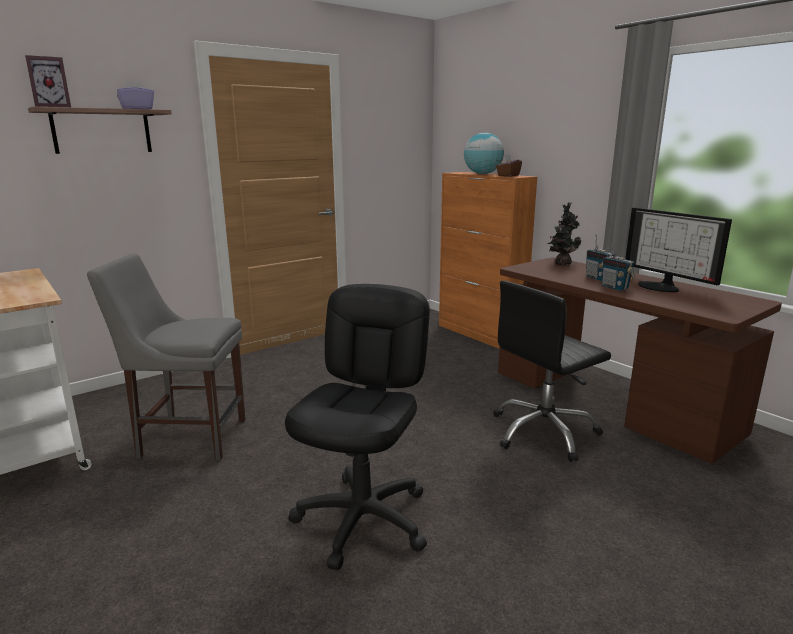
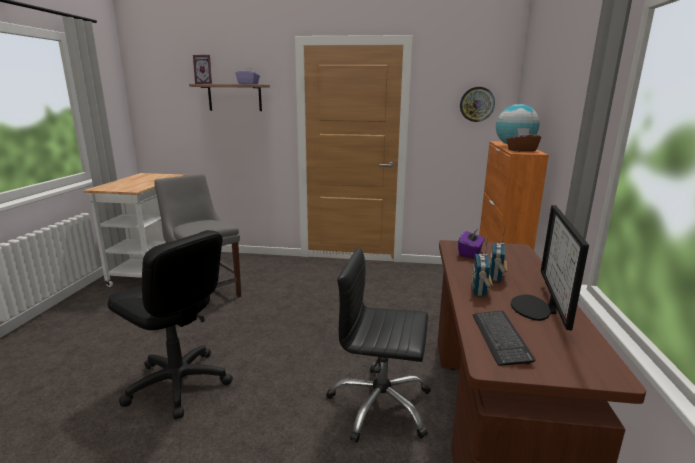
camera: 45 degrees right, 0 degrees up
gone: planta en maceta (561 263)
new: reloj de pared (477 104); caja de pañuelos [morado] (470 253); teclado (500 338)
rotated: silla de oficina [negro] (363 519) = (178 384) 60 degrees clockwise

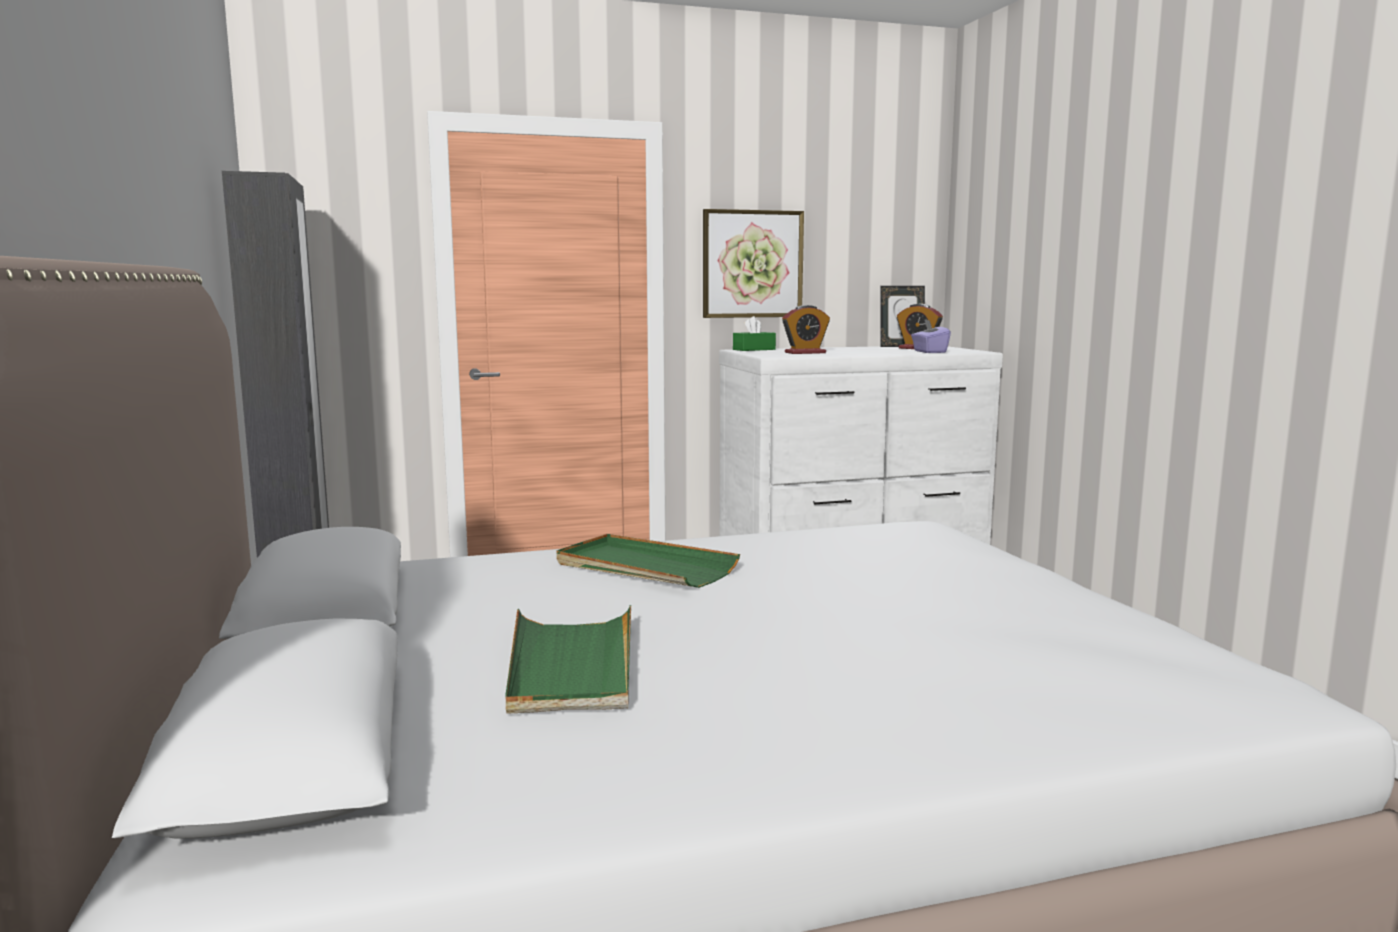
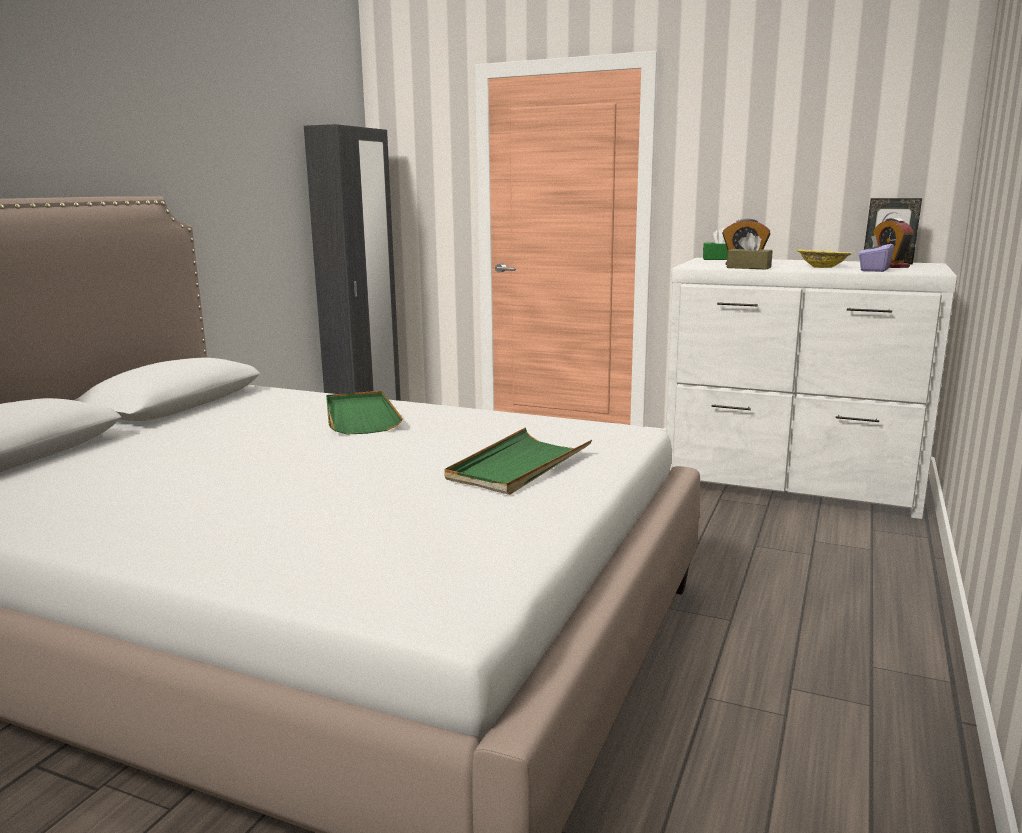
camera: 40 degrees right, 5 degrees up
gone: cuadro (752 264)
new: caja de pañuelos [marrón] (748 267); cuenco [amarillo] (822 267)
shifted: bandeja [verde] (571 665) to (518 466)

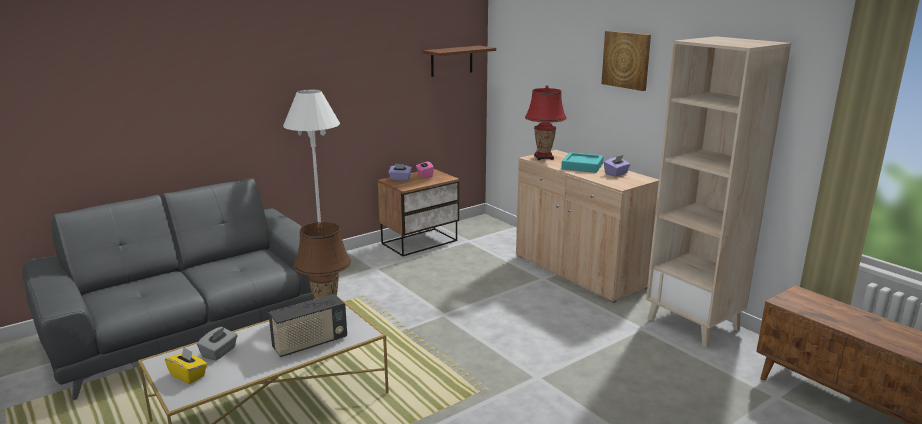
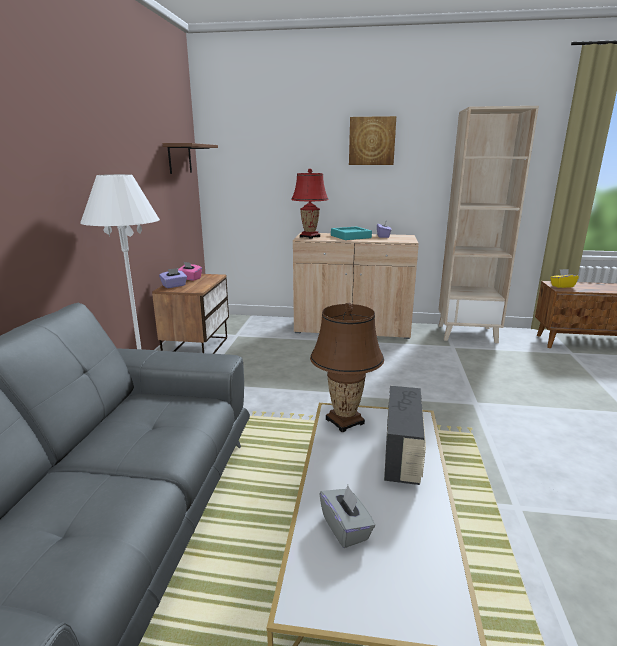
camera: 45 degrees left, 0 degrees up
shifted: caja de pañuelos [amarillo] (188 375) to (562 286)

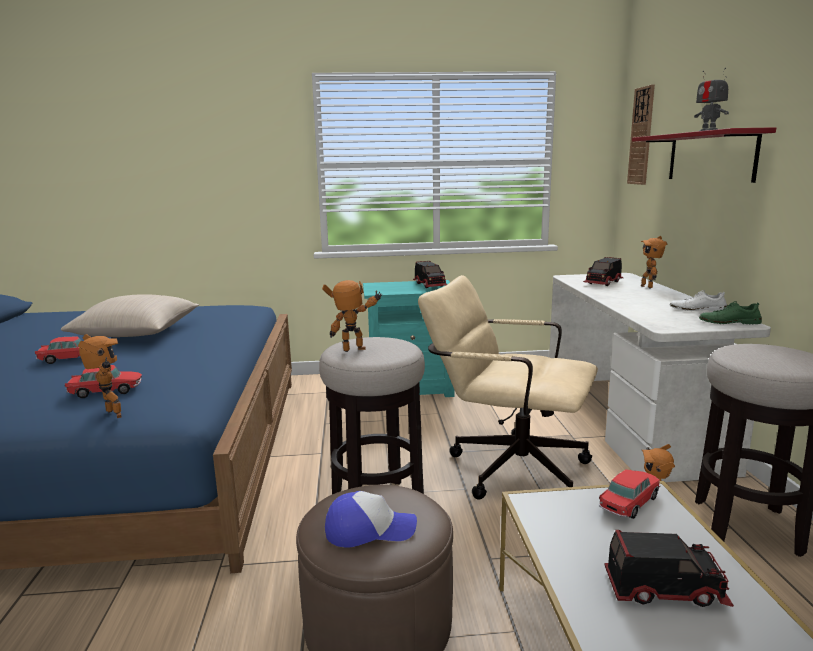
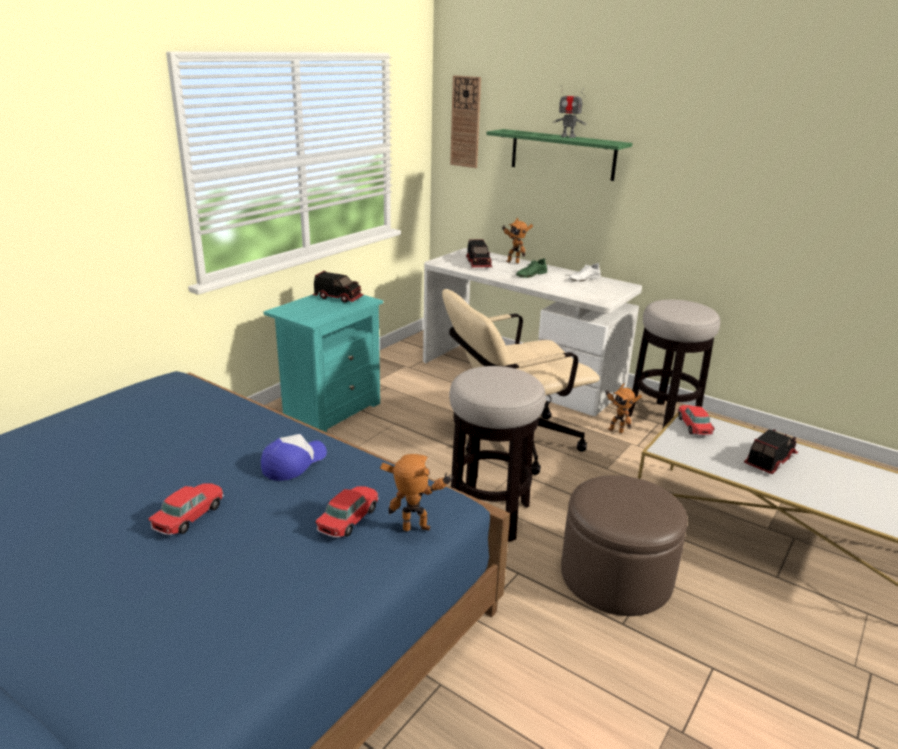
camera: 50 degrees left, 10 degrees up
gone: robot de juguete (355 351); cojín [beis] (137 333)
shifted: zapato [verde] (729 322) to (531 274); gorra (369 530) to (294 463)
repainted: estante [rojo] (710 156) to estante [verde] (562 154)

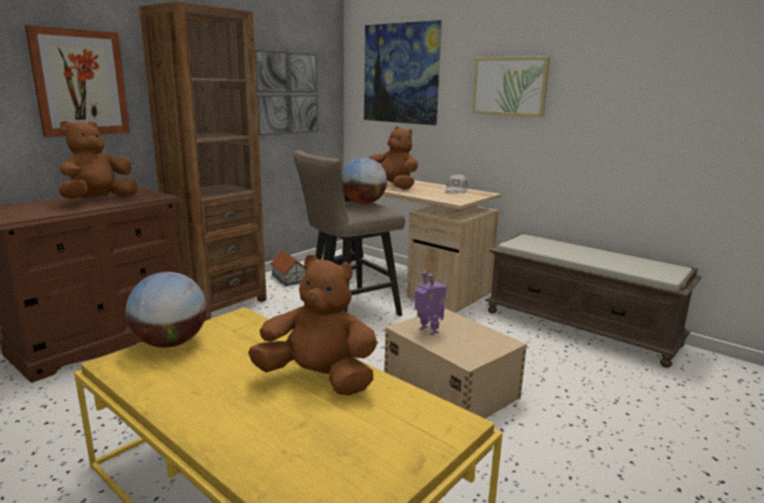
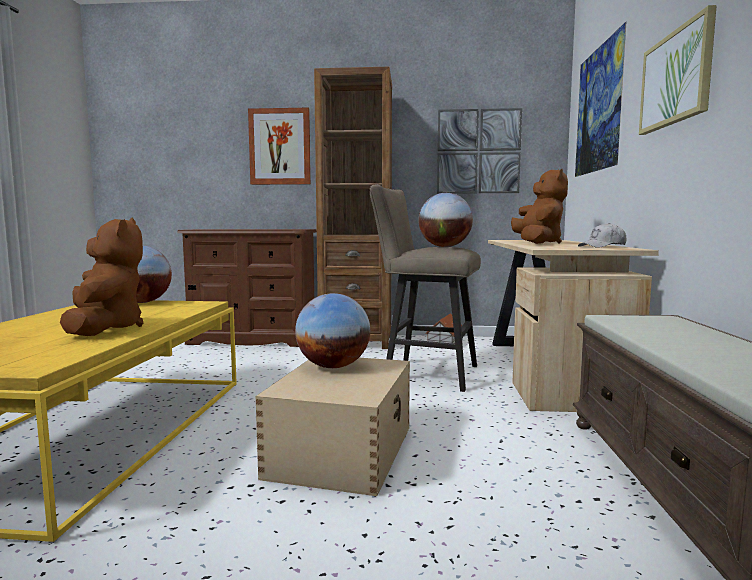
camera: 55 degrees right, 10 degrees down
gone: peluche [marrón] (99 200)
swapped: robot de juguete (428 331) to globo terráqueo (333 366)

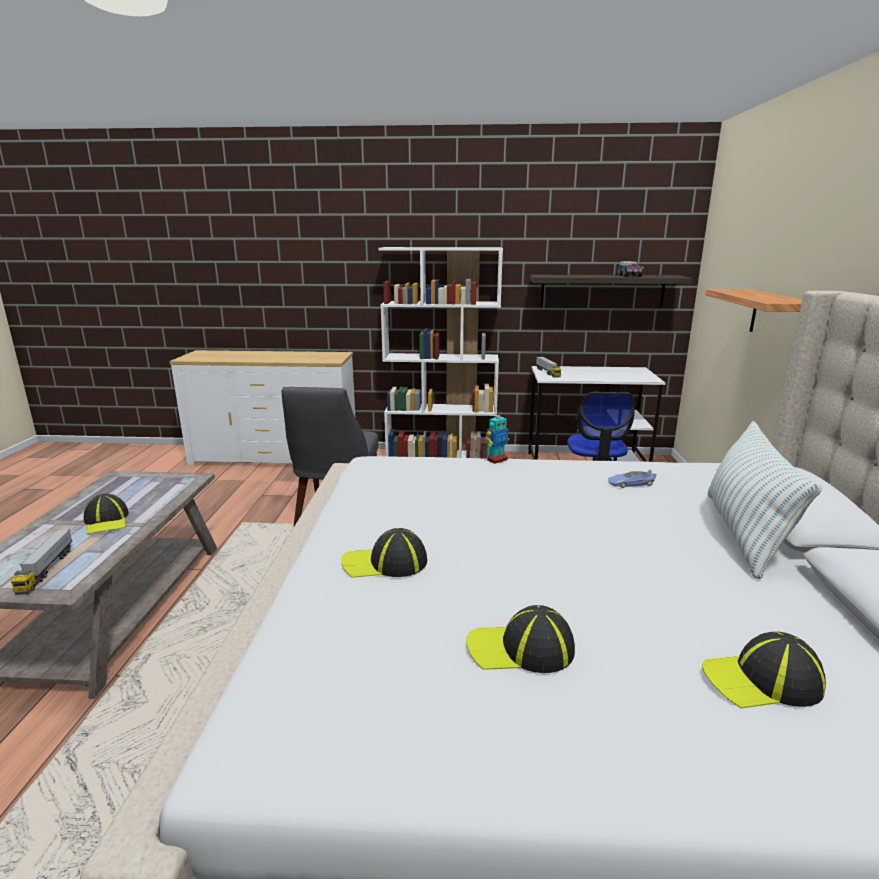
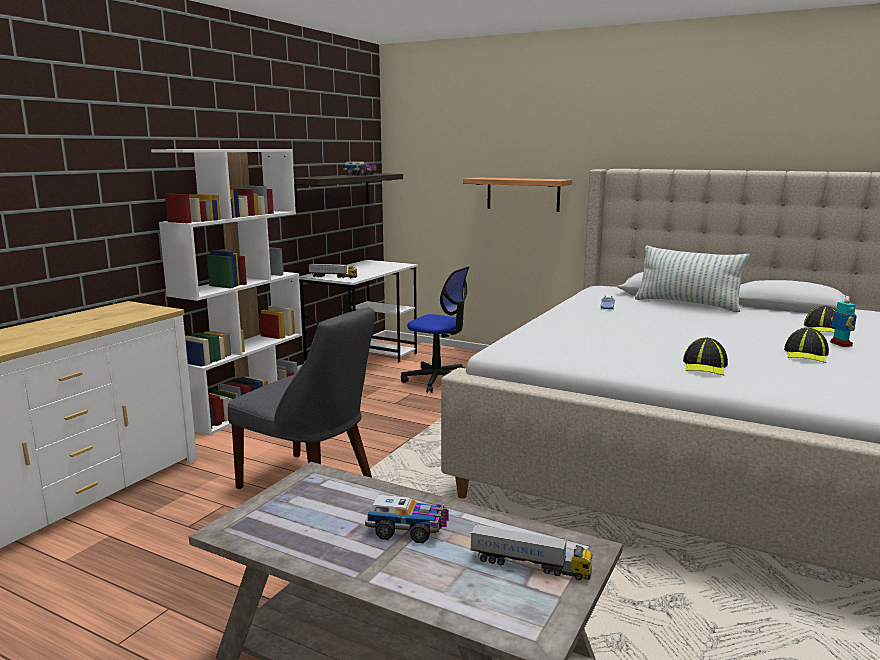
camera: 65 degrees left, 5 degrees down
shifted: robot de juguete (497 460) to (840 344)
swapped: gorra (107 521) to camión de juguete (408 530)

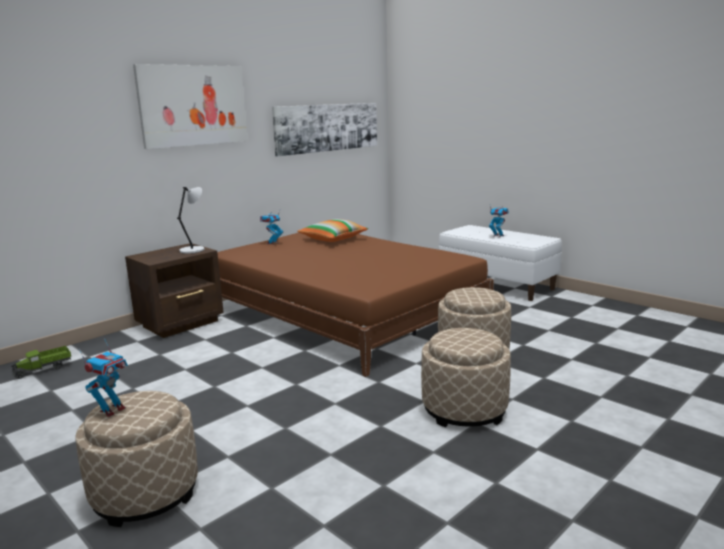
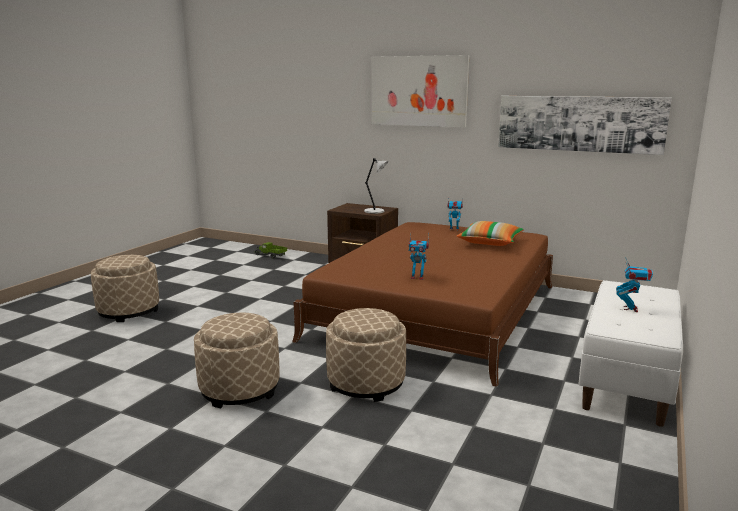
camera: 70 degrees right, 0 degrees up
shifted: robot de juguete (112 410) to (417 277)

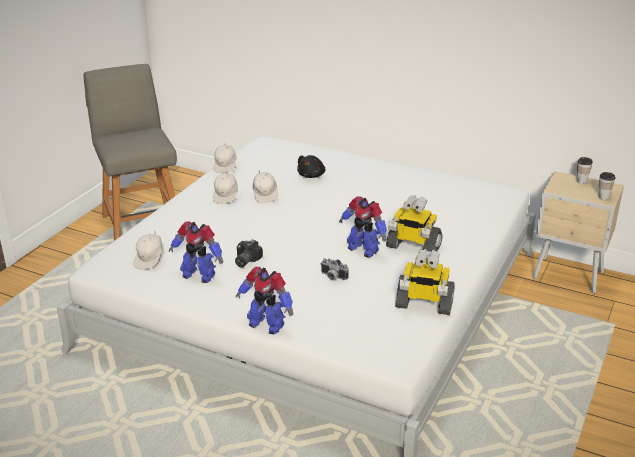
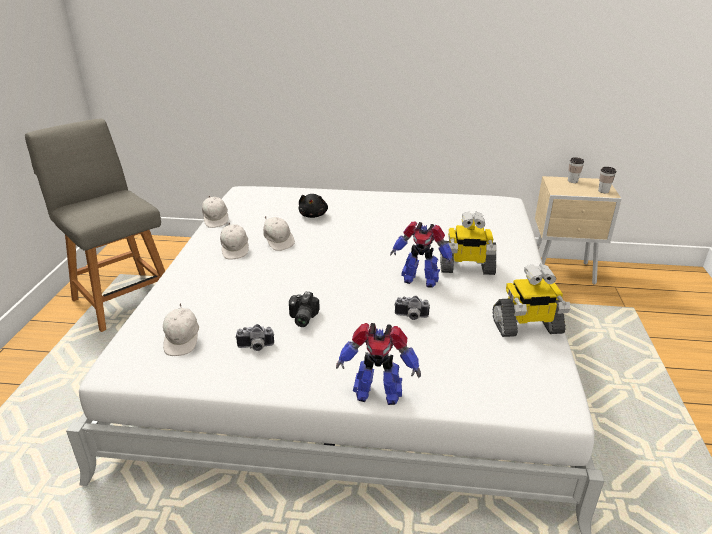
camera: 20 degrees left, 0 degrees up
swapped: robot de juguete (198 275) to cámara (255 347)

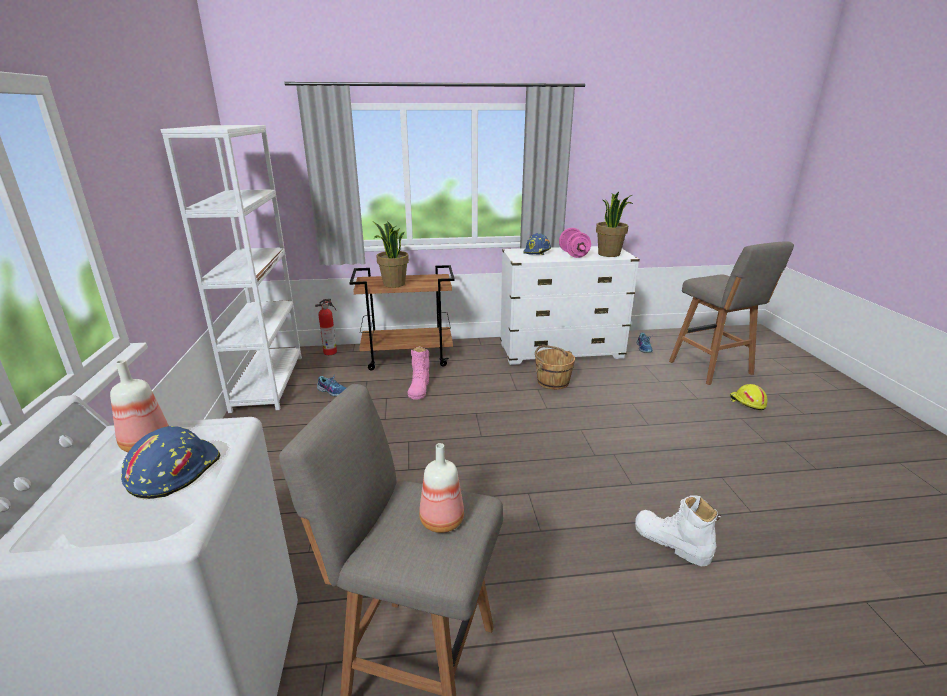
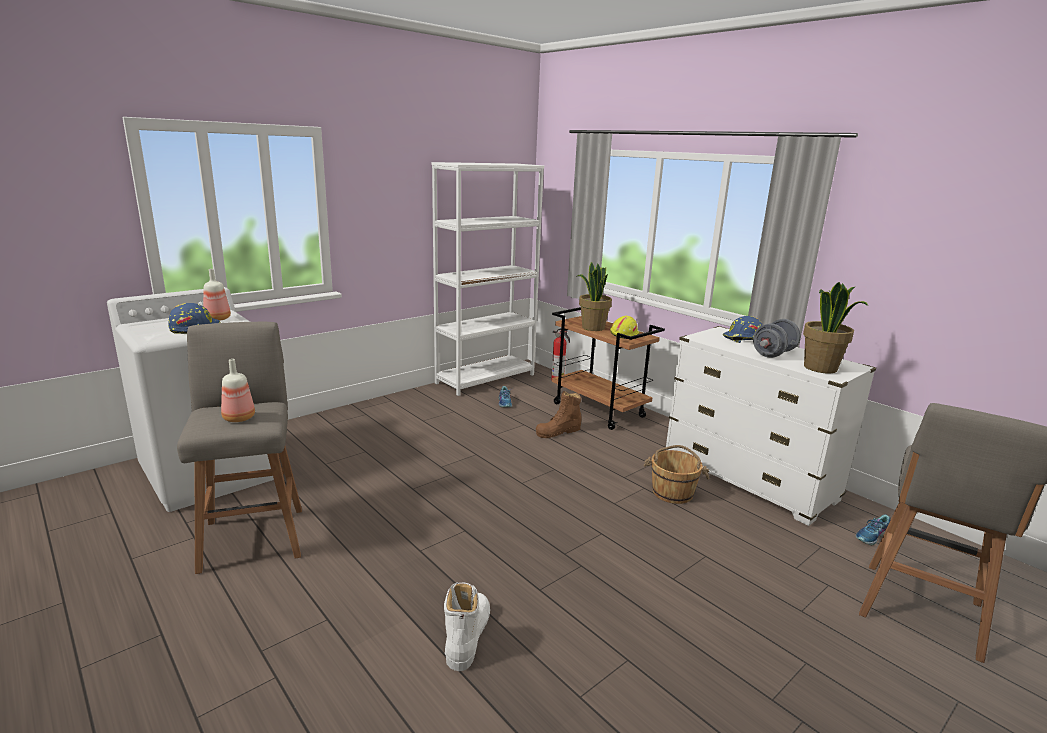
camera: 55 degrees right, 5 degrees down
shifted: casco [amarillo] (747 403) to (624 334)
repainted: mancuerna [rosa] (573 254) to mancuerna [gris] (773 353); bota [rosa] (419 387) to bota [marrón] (558 431)

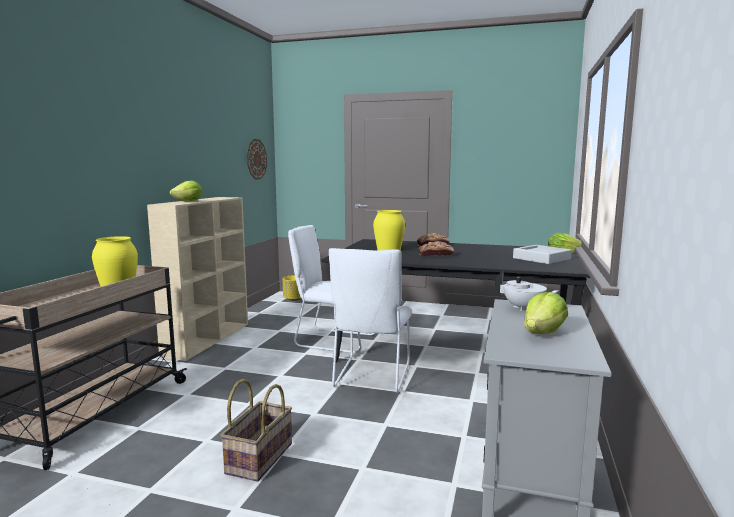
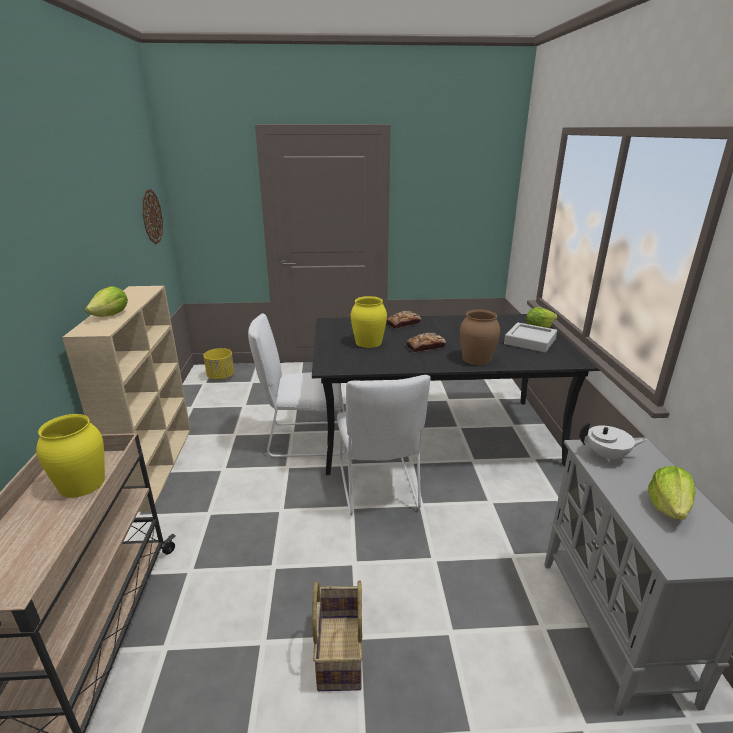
camera: 20 degrees left, 15 degrees up
new: florero [marrón] (477 359)

